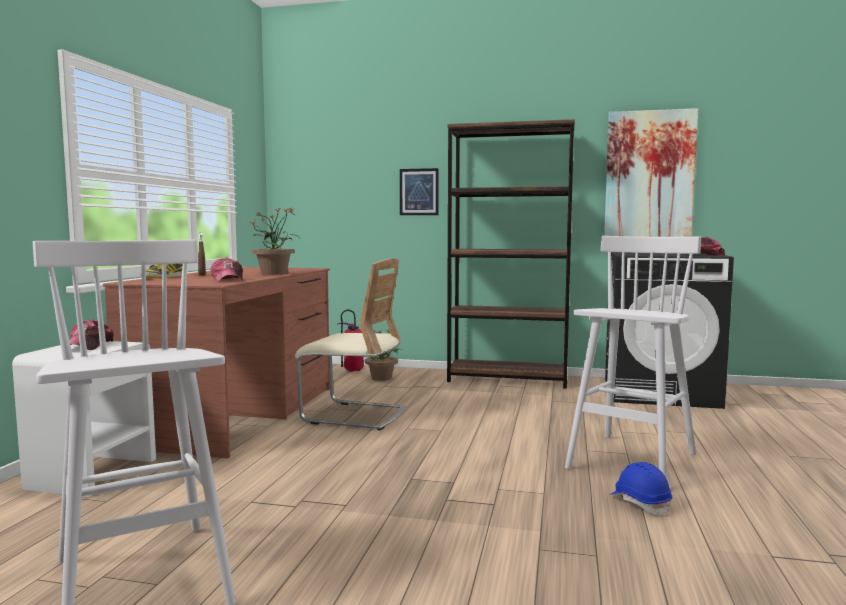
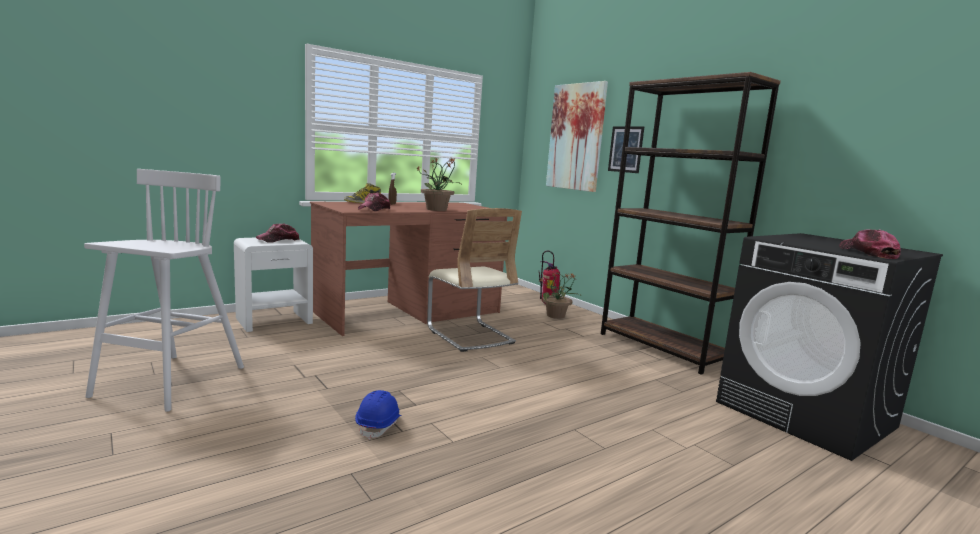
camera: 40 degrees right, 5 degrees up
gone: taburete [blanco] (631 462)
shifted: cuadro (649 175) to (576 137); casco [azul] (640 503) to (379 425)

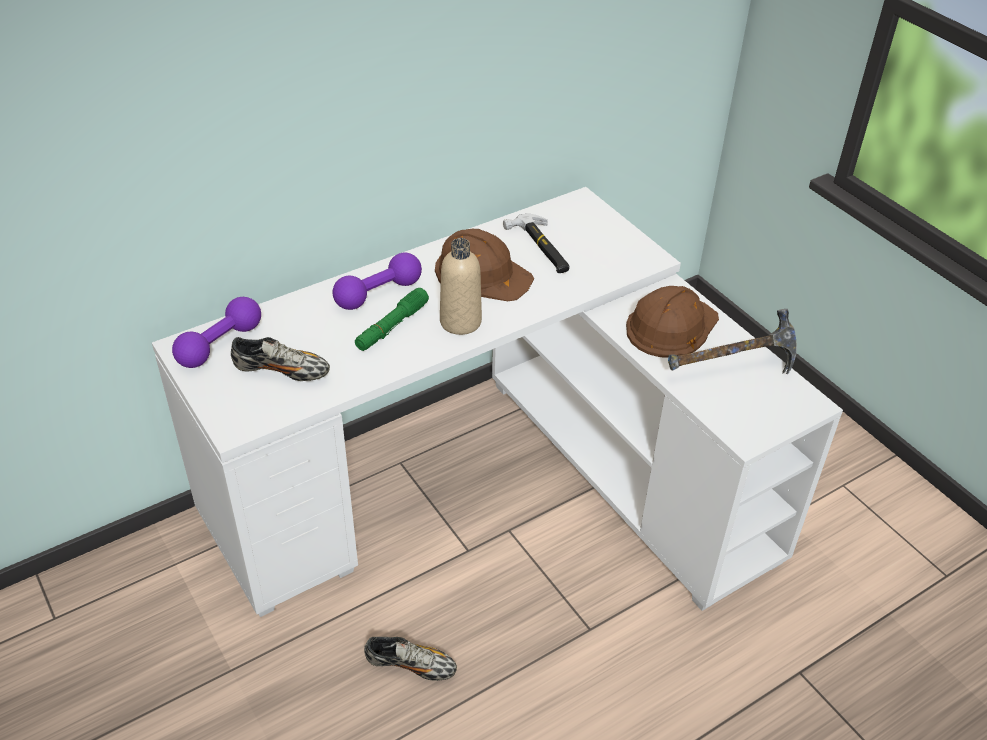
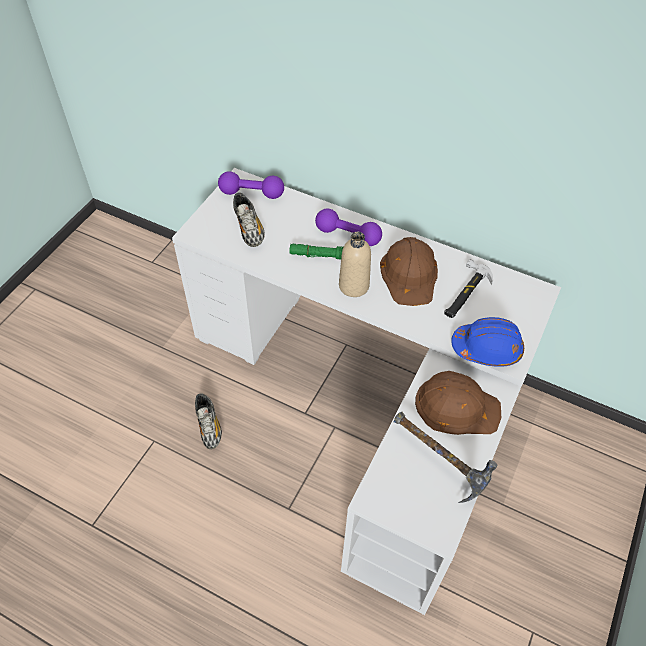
camera: 60 degrees right, 10 degrees up
new: casco [azul] (487 348)

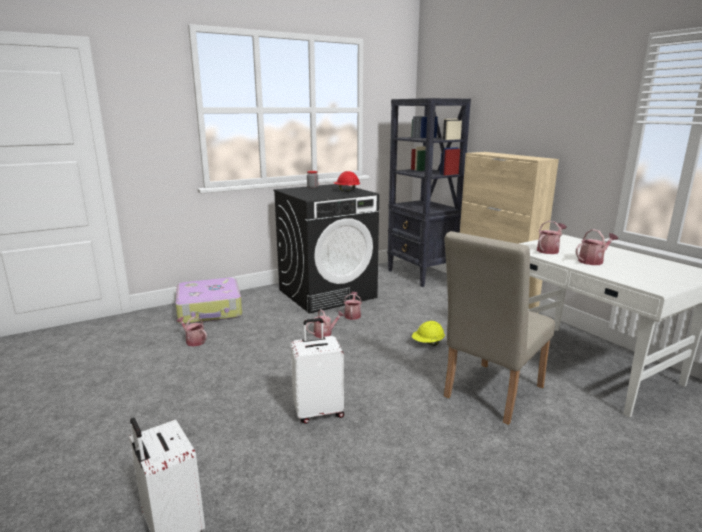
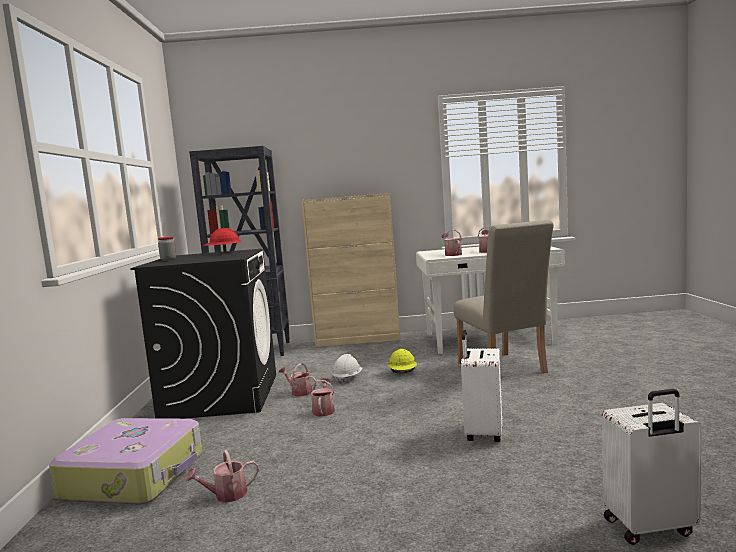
camera: 60 degrees left, 10 degrees down
new: casco [blanco] (347 378)

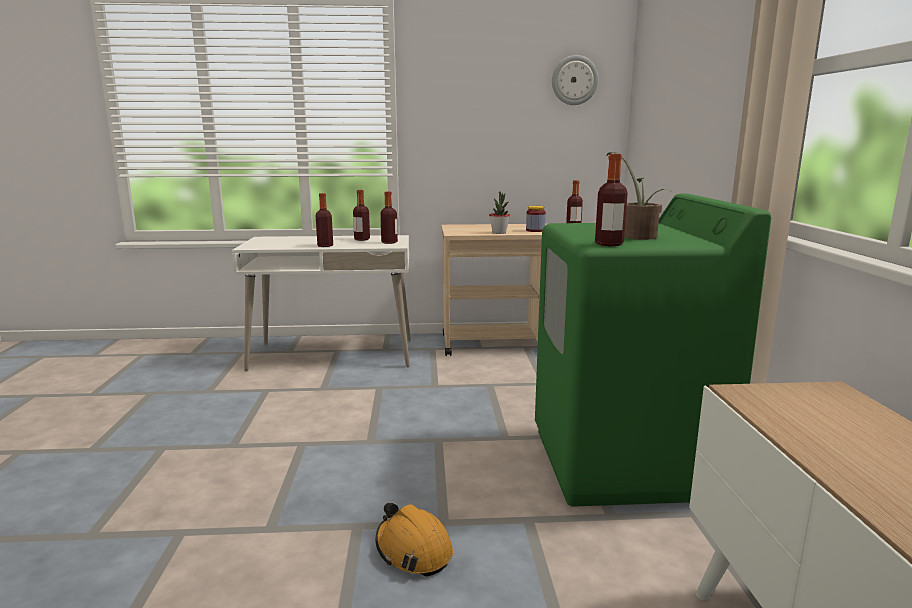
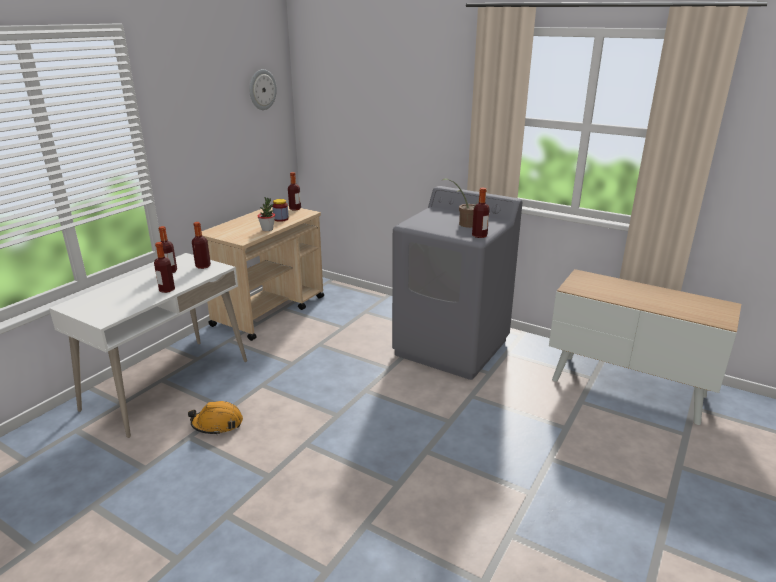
camera: 55 degrees left, 10 degrees up
shifted: casco [naranja] (413 550) to (217 424)
repainted: lavadora [verde] (623 462) to lavadora [gris] (452 347)

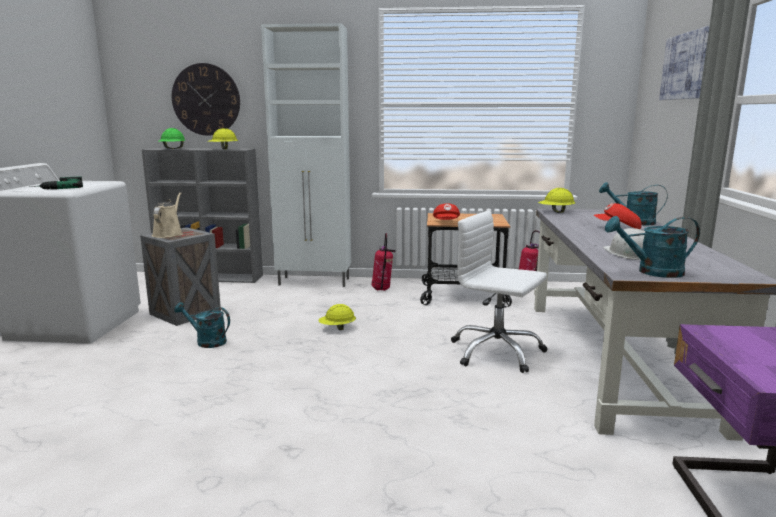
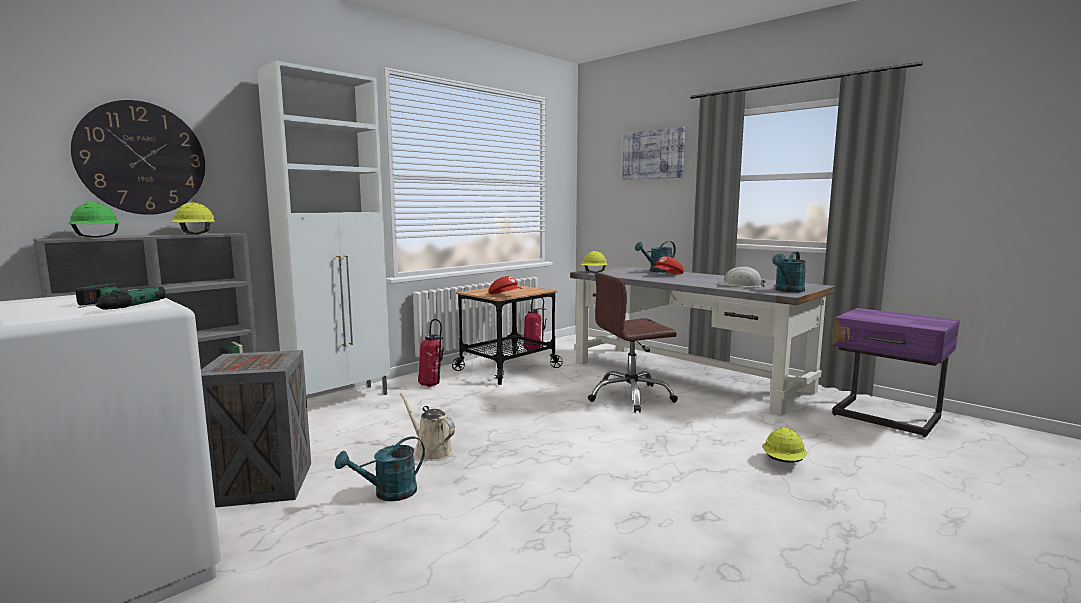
camera: 50 degrees left, 5 degrees down
shifted: regadera [beis] (168 234) to (431 451); casco [amarillo] (337 328) to (784 462)
repainted: silla de oficina [blanco] (496 352) to silla de oficina [marrón] (630 397)

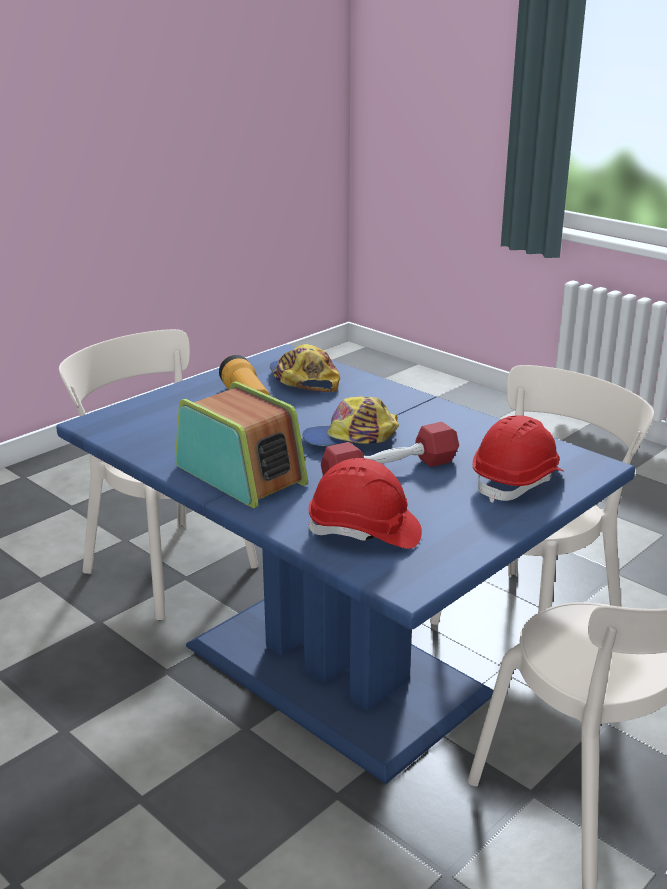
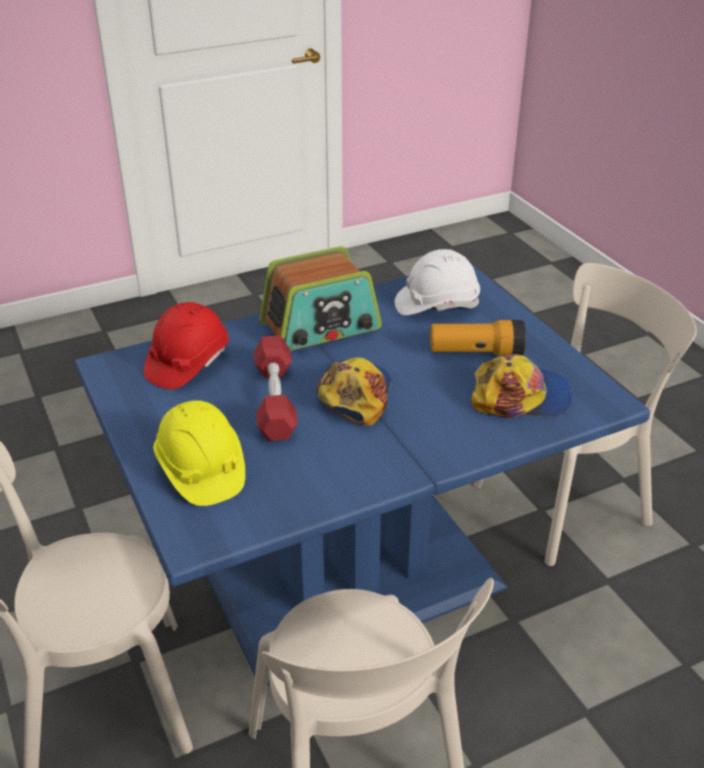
camera: 110 degrees right, 10 degrees up
new: casco [blanco] (436 304)
repainted: casco [rojo] (518 481) to casco [amarillo] (201 470)

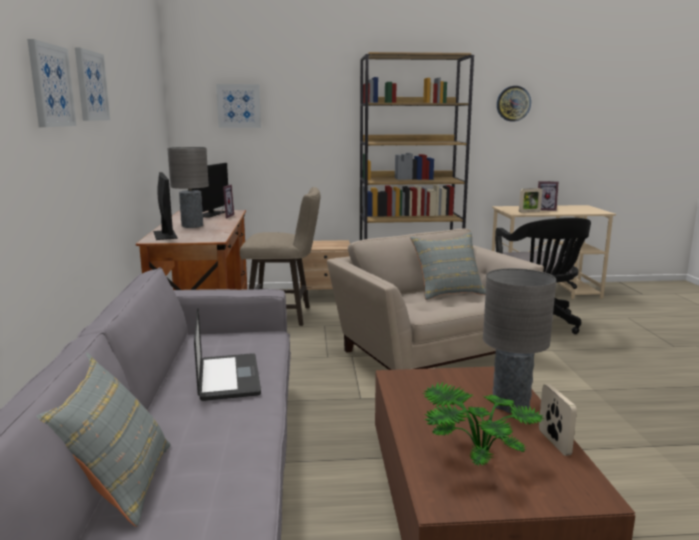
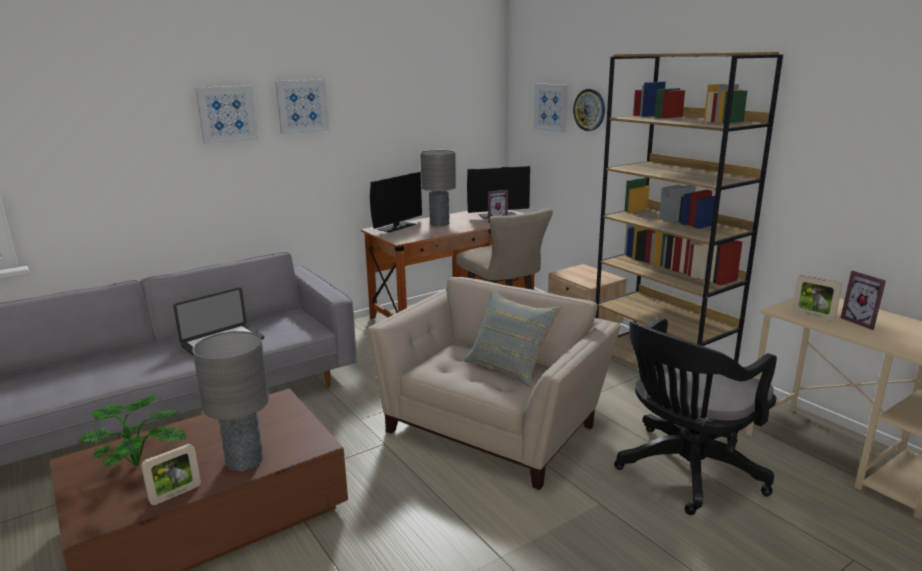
camera: 60 degrees right, 5 degrees up
gone: cojín [gris] (117 484)
shifted: reloj de pared (513 103) to (589 110)

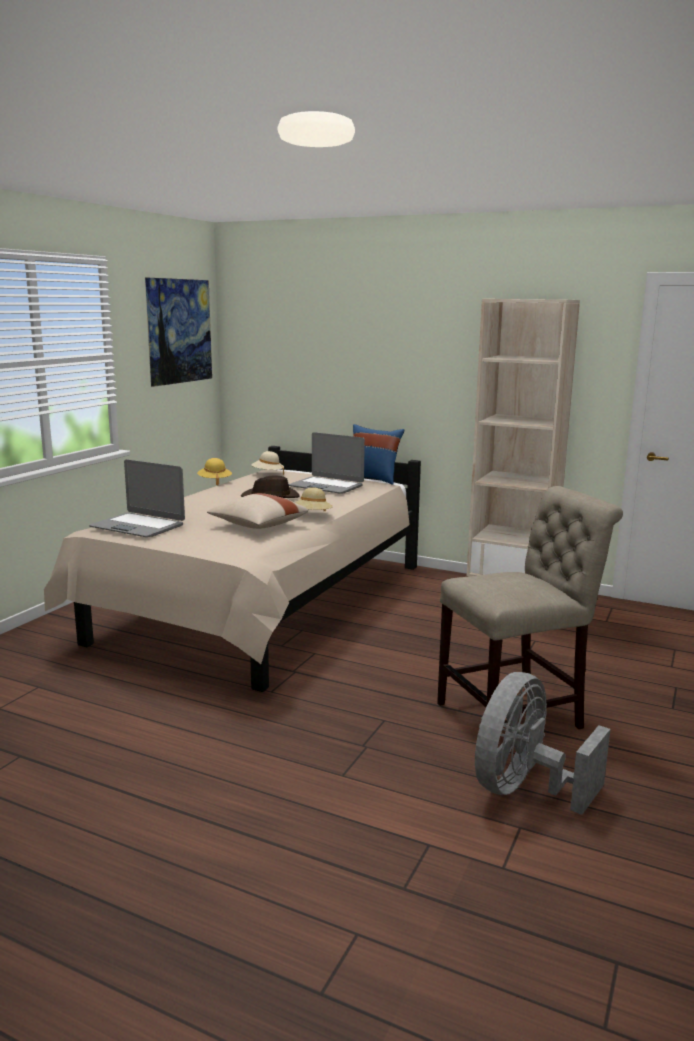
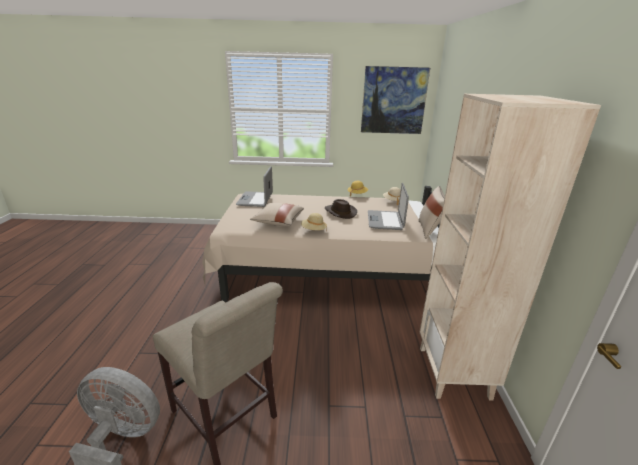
camera: 65 degrees right, 10 degrees up
repainted: cojín [azul] (373 479) to cojín [beis] (430 230)

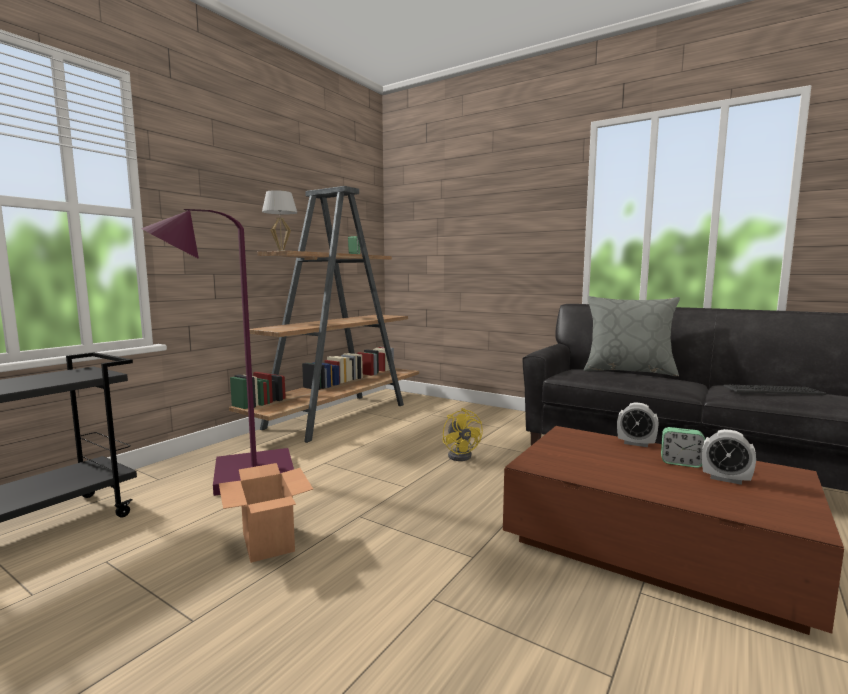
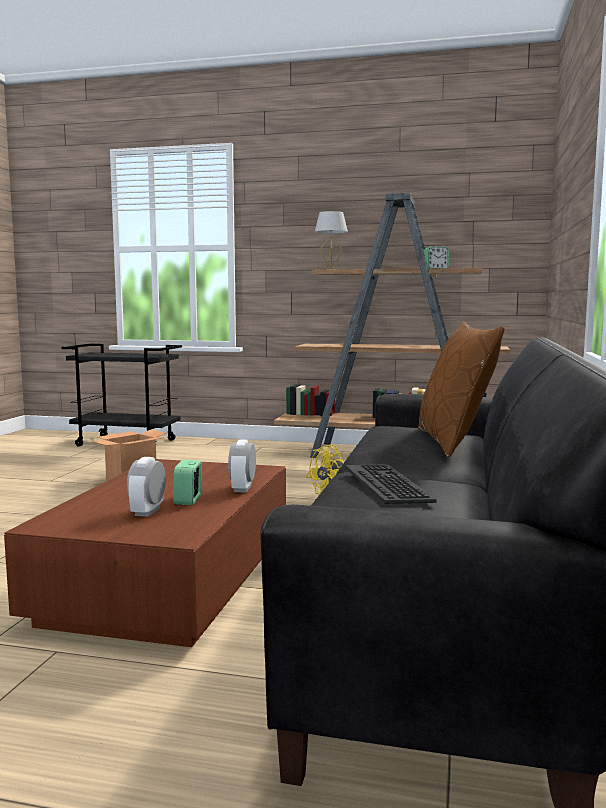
camera: 70 degrees right, 0 degrees up
gone: lámpara de pie [morado] (238 476)
repainted: cojín [gris] (628 371) to cojín [marrón] (454 442)

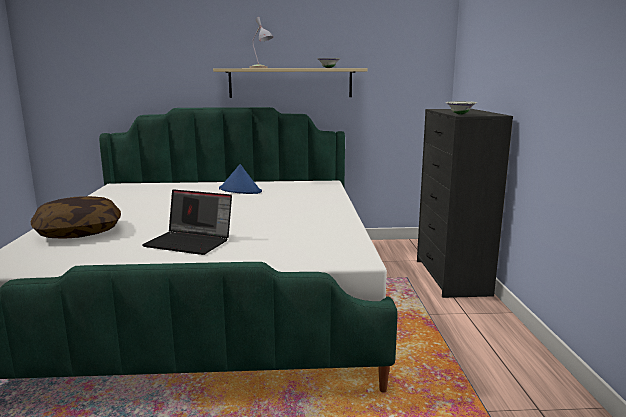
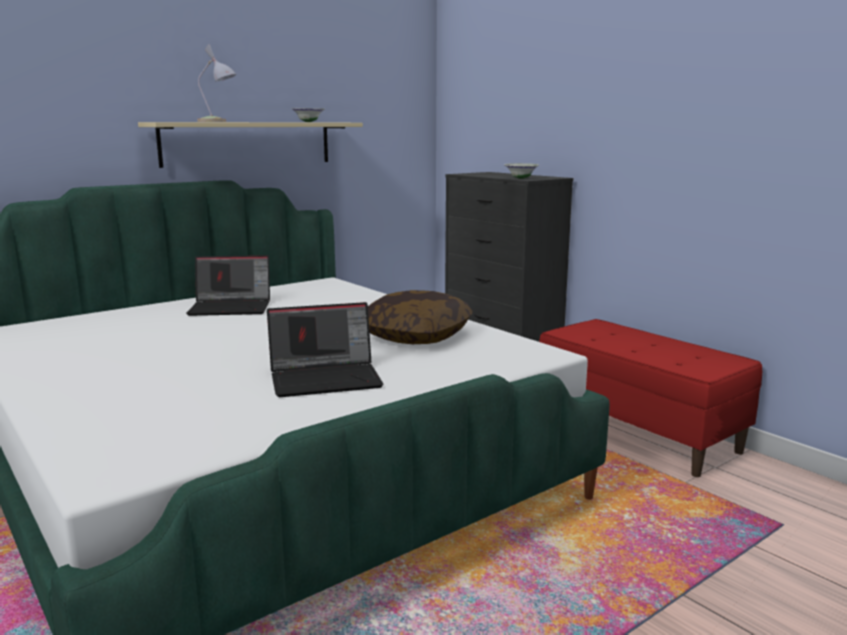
camera: 35 degrees left, 0 degrees up
new: banco [rojo] (637 431)
shifted: cojín (79 231) to (416 336)
swapped: sombrero [azul] (240 190) to portátil (232 307)

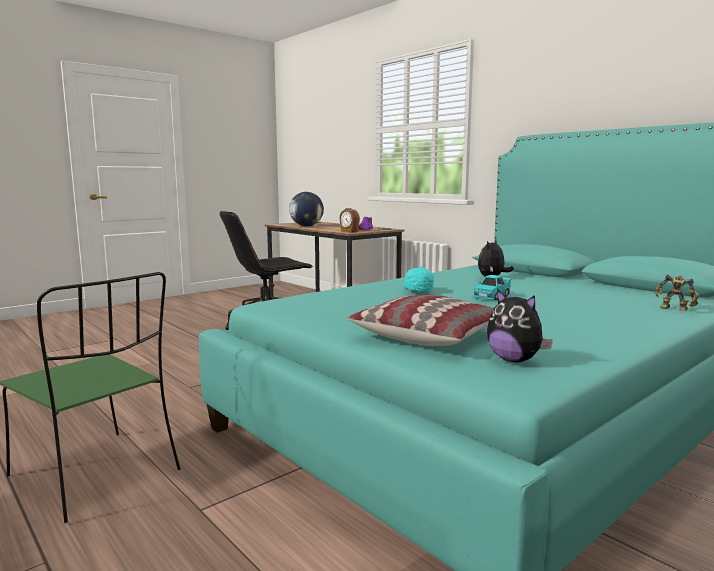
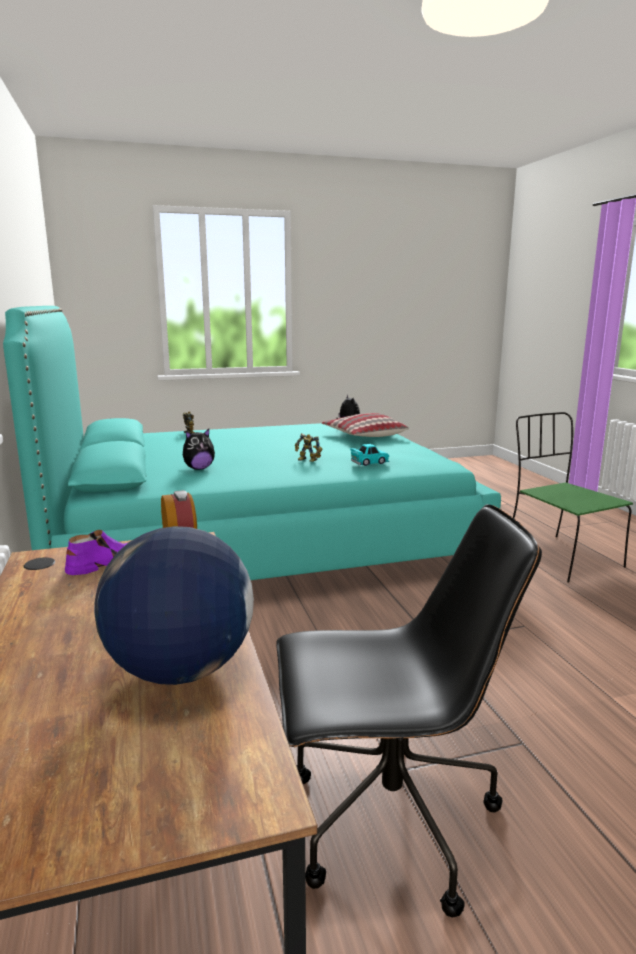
camera: 155 degrees left, 5 degrees up
shifted: coche de juguete [turquesa] (491 297) to (369 462)
swapped: gorra [turquesa] (417 289) to robot de juguete (307 460)

